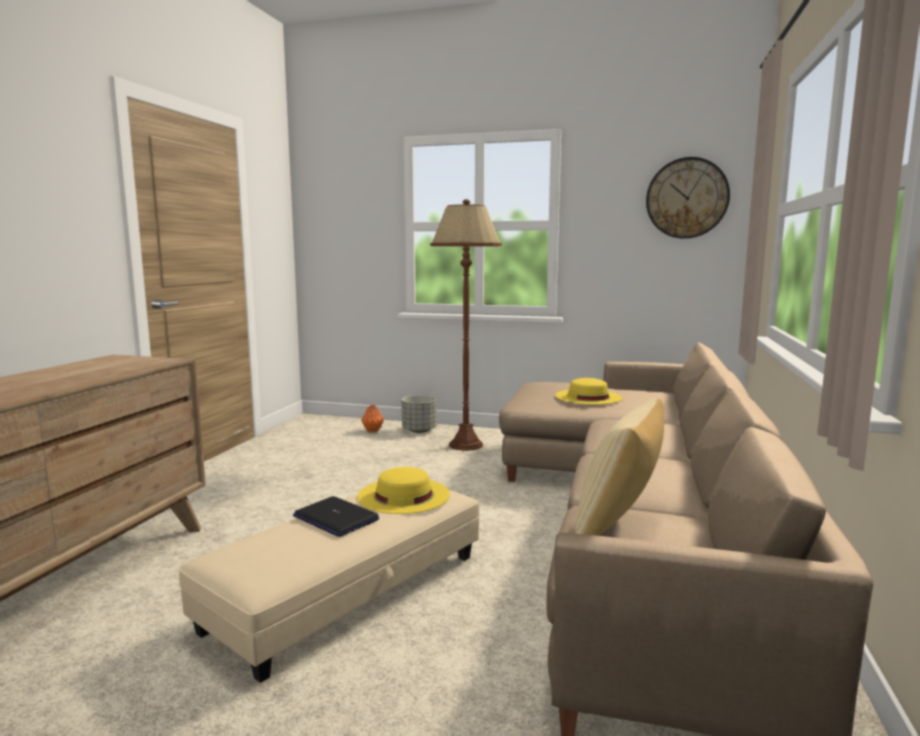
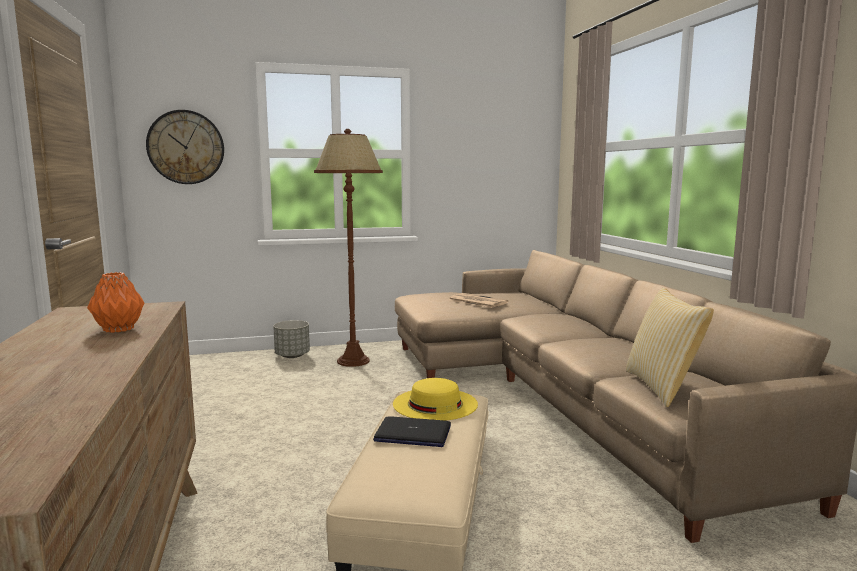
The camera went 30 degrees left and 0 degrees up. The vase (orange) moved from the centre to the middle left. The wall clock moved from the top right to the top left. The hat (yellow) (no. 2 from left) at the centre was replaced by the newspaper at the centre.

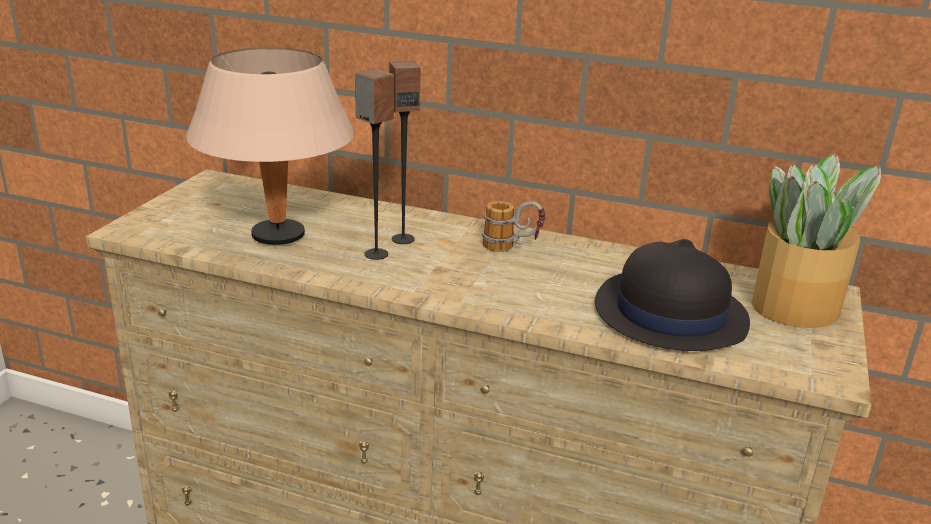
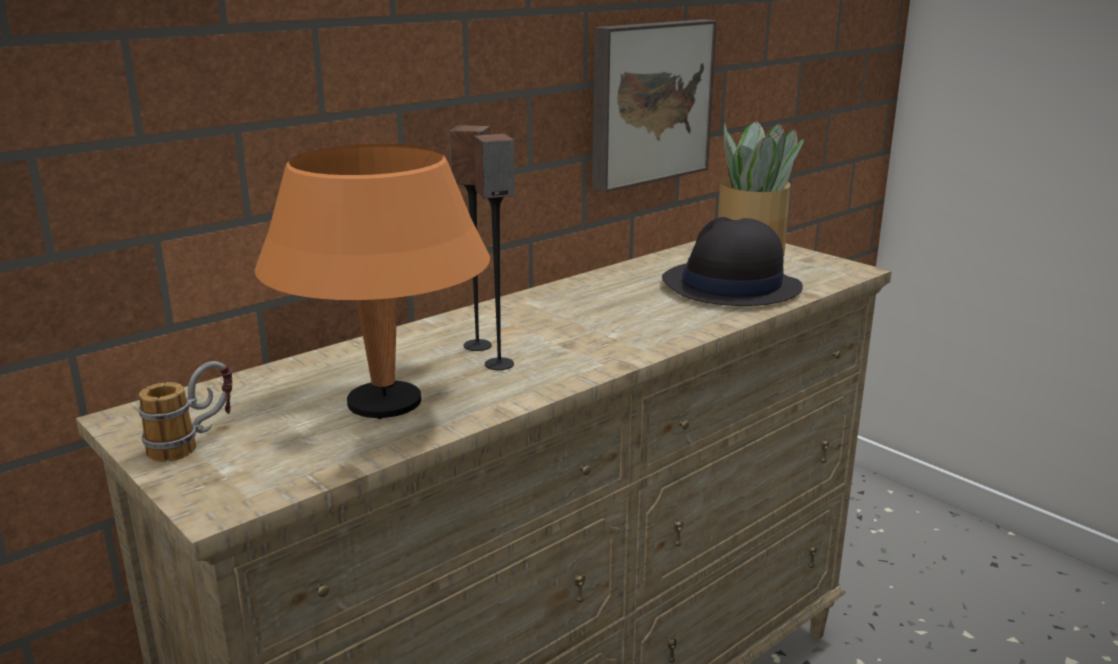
The camera went 60 degrees left and 5 degrees down. The picture at the top centre appeared. The mug moved from the centre to the middle left. The table lamp (beige) at the top left became the table lamp (orange) at the middle left.

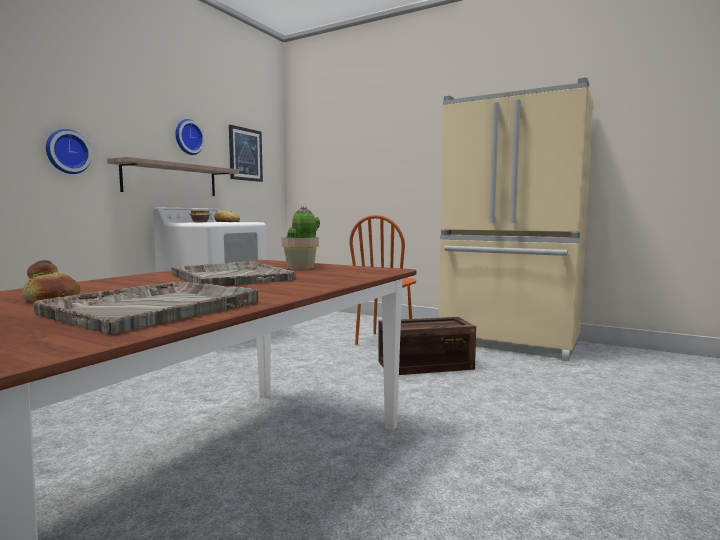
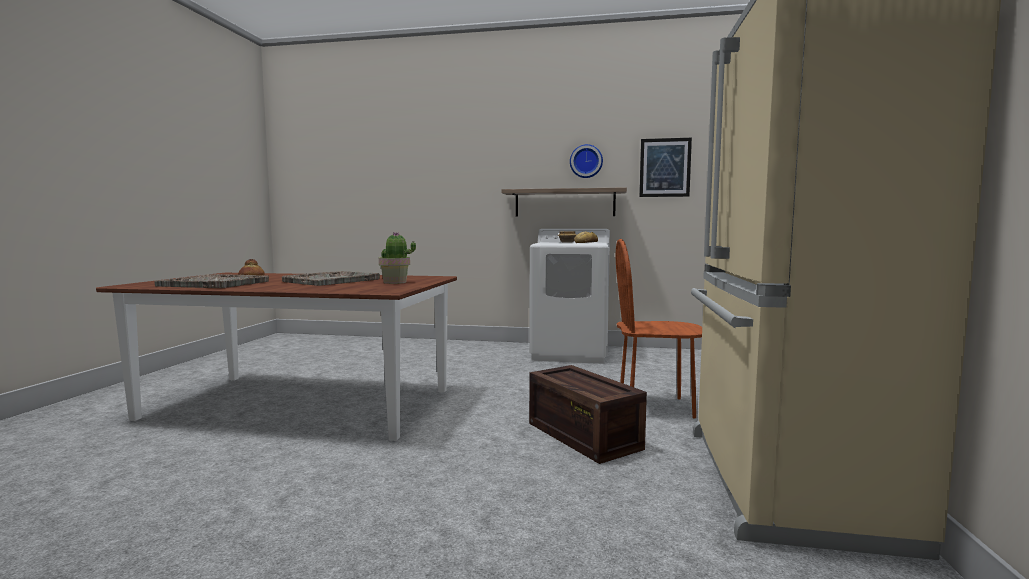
The camera went 70 degrees right and 0 degrees up. The wall clock (no. 1 from left) at the top left disappeared.

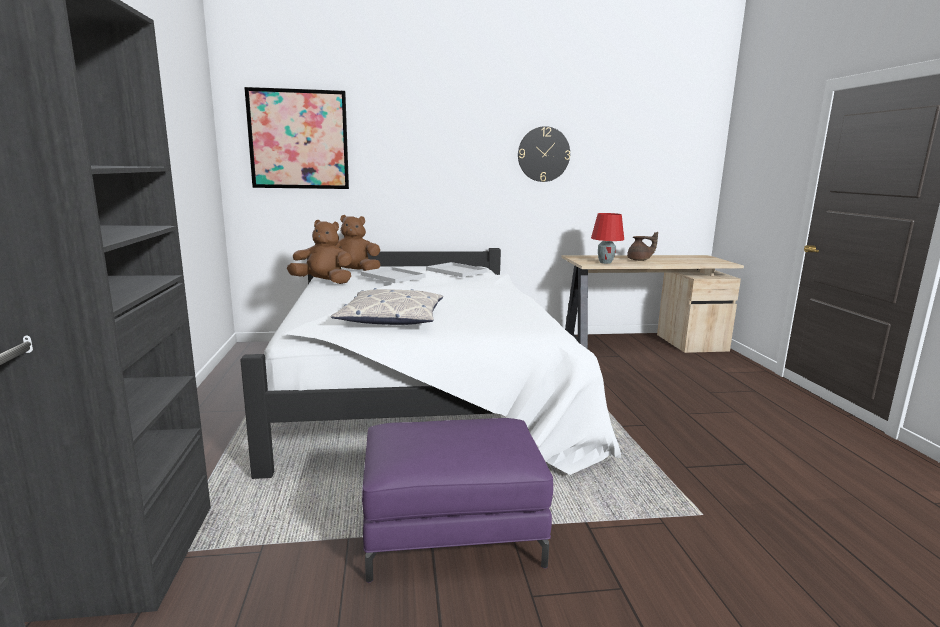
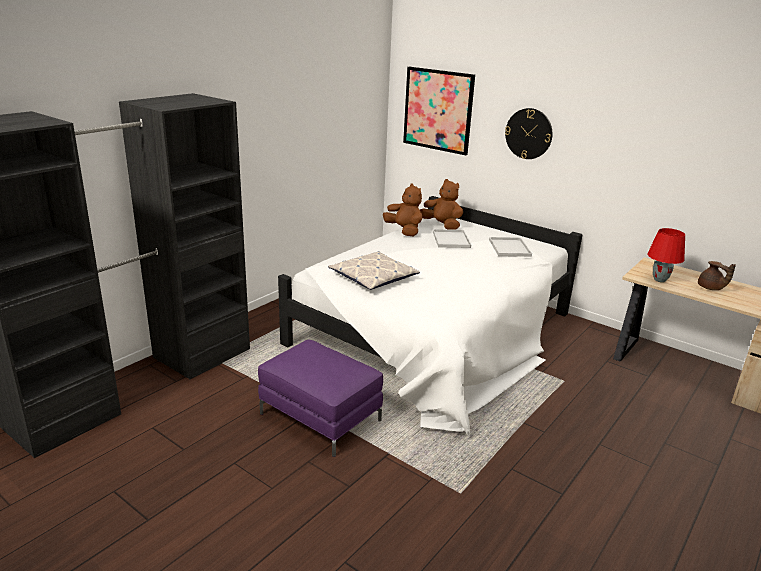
The camera went 45 degrees right and 10 degrees up. The wall clock moved from the top centre to the top right.

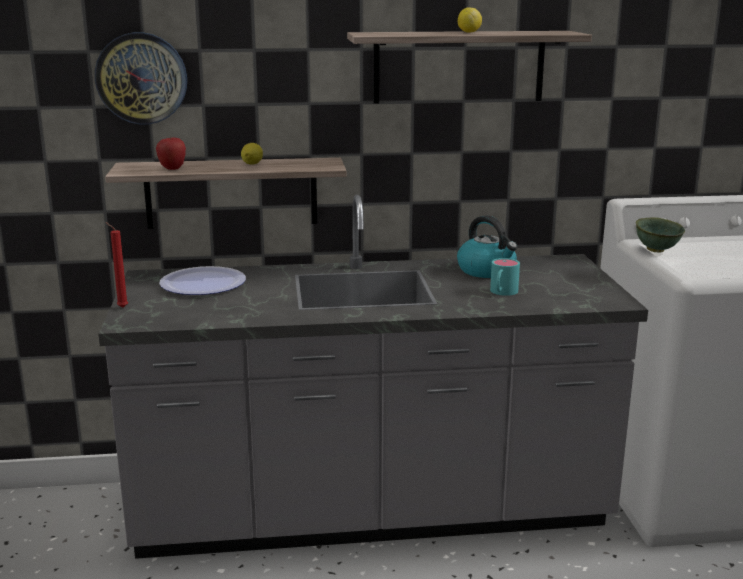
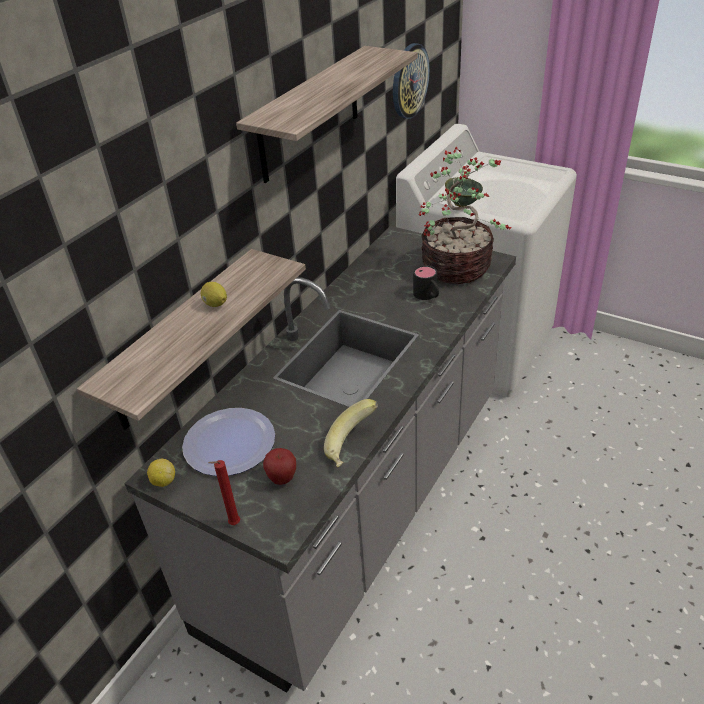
The camera went 50 degrees left and 20 degrees up. The kettle at the centre disappeared. The banana at the centre appeared. The potted plant at the top centre appeared. The wall clock moved from the top left to the top centre. The apple moved from the top left to the centre. The lemon (no. 2 from left in the first image) moved from the top centre to the bottom left. The mug (turquoise) at the middle right became the mug (black) at the centre.

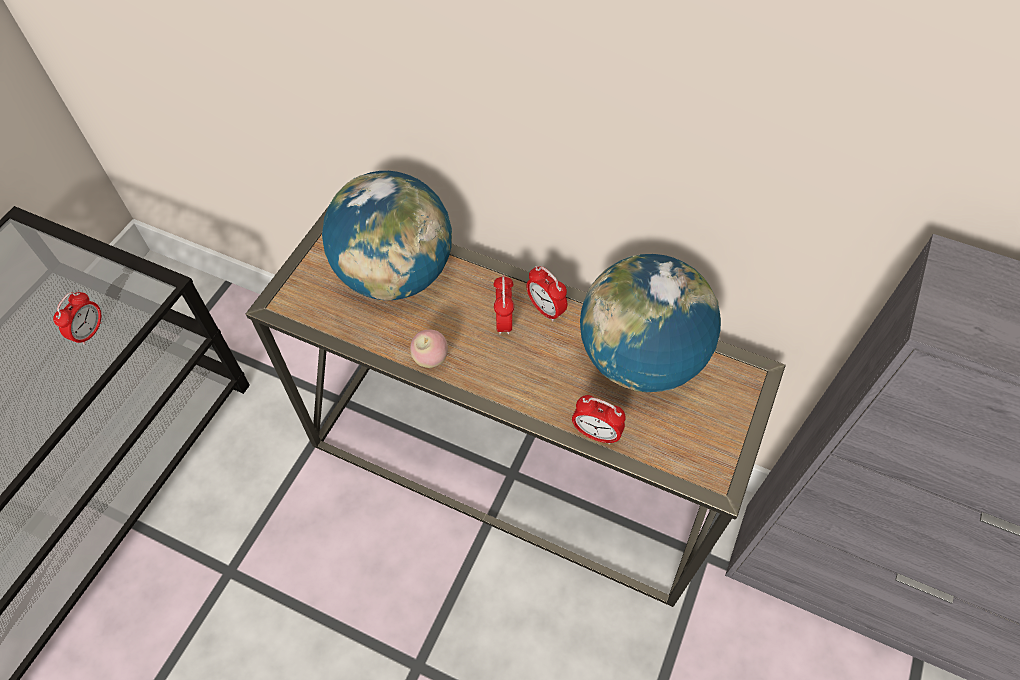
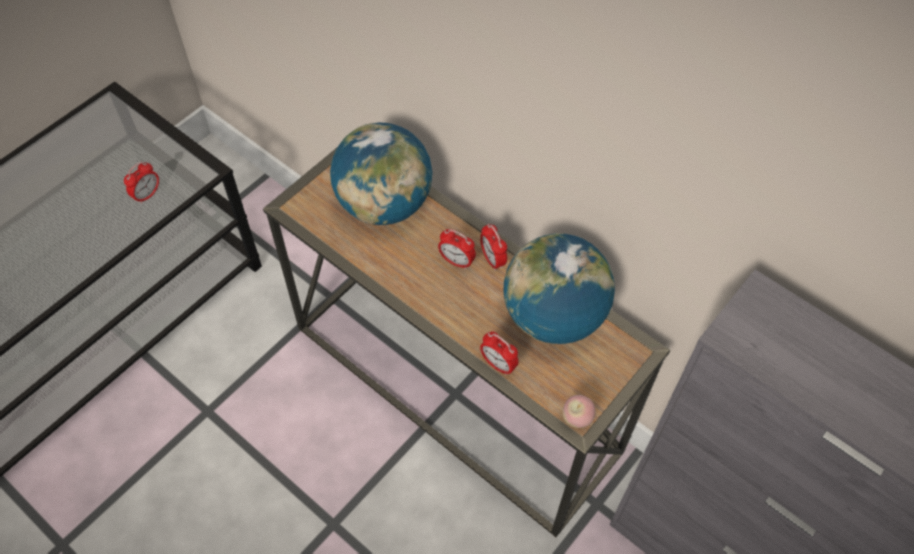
The camera went 15 degrees right and 0 degrees up. The apple moved from the centre to the bottom centre. The alarm clock (no. 2 from left) at the centre turned 75 degrees counterclockwise.

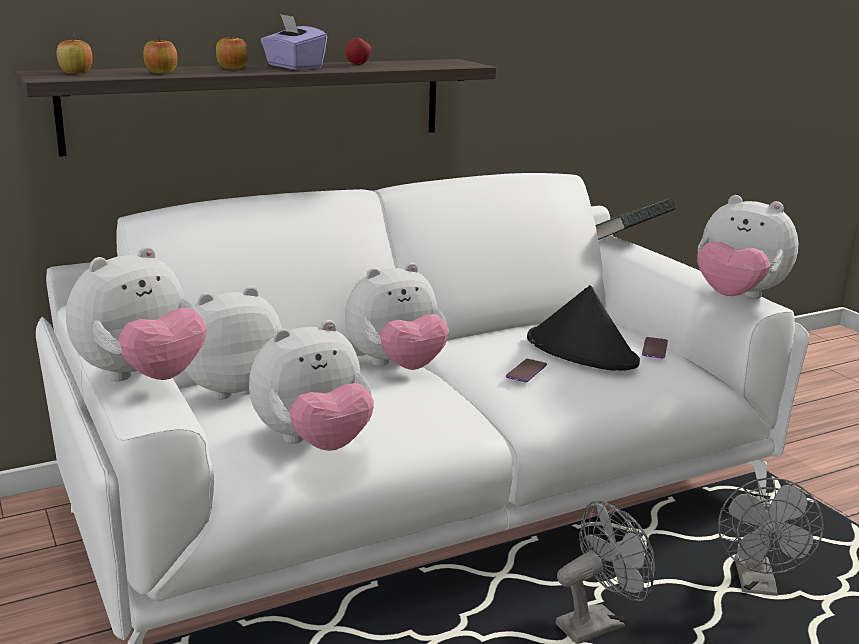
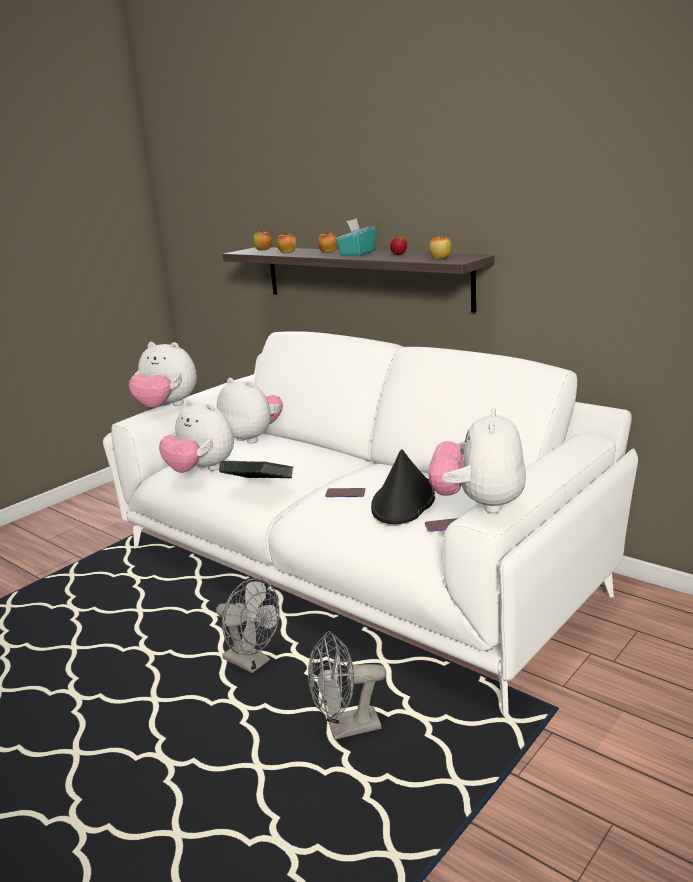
The camera went 70 degrees right and 0 degrees up. The plush toy (no. 4 from left) at the centre disappeared. The apple (no. 5 from left) at the top centre appeared. The book moved from the middle right to the centre. The tissue box (purple) at the top centre became the tissue box (turquoise) at the top centre.

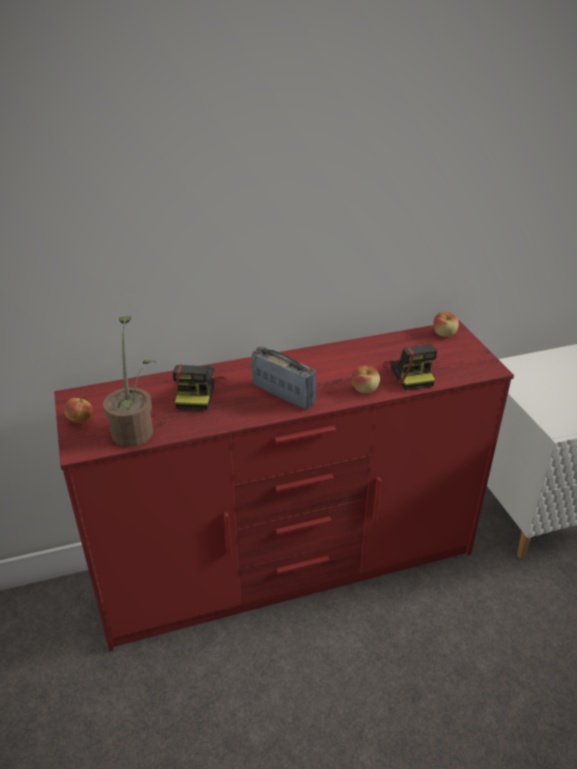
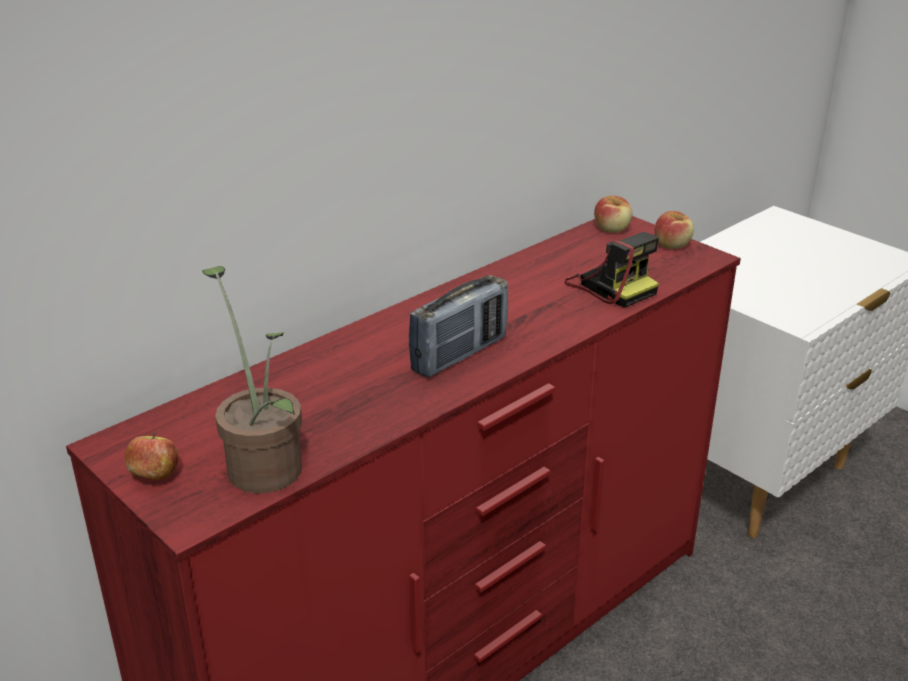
The camera went 25 degrees left and 5 degrees down. The photo camera (no. 1 from left) at the centre disappeared. The apple (no. 2 from left in the first image) moved from the centre to the middle right. The radio at the centre turned 120 degrees clockwise.

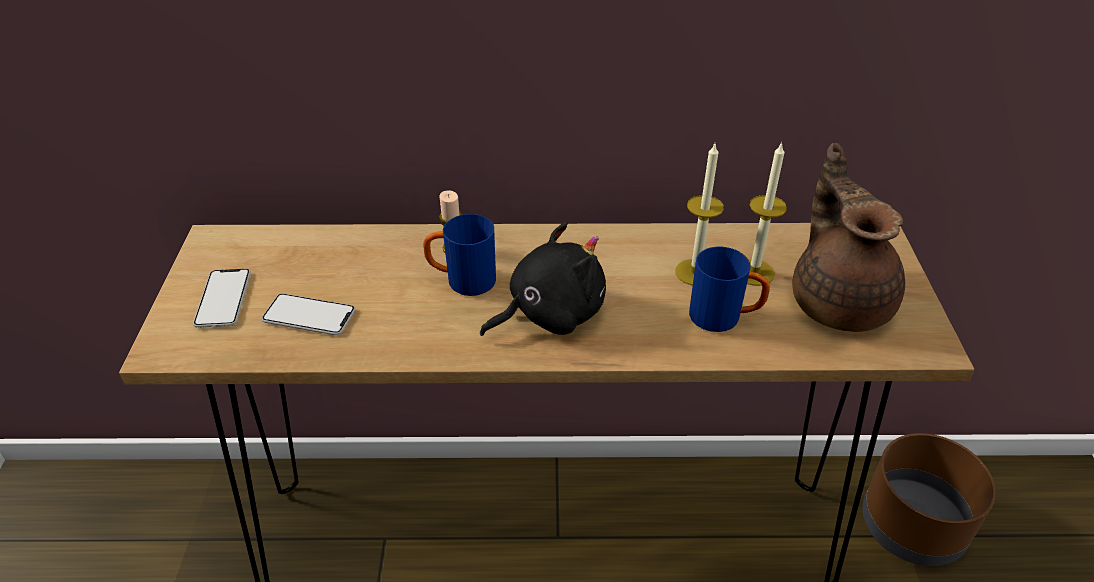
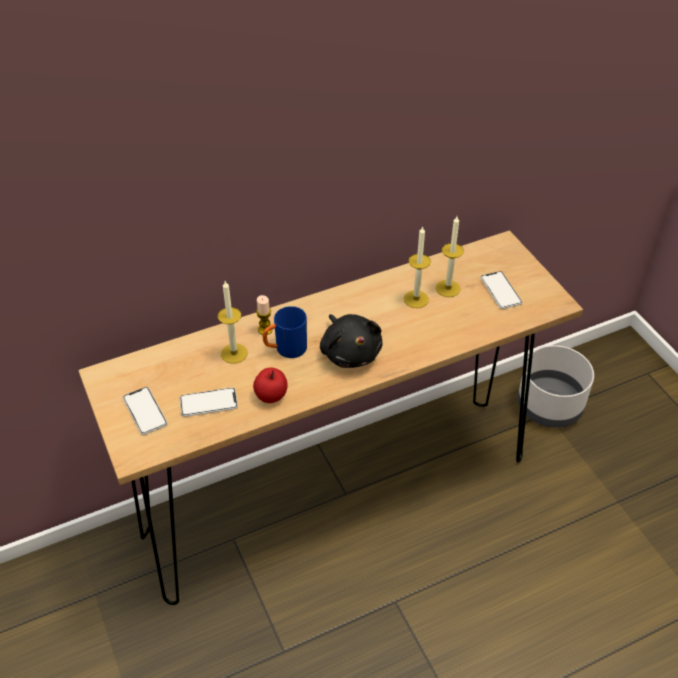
The camera went 25 degrees left and 5 degrees up. The mug (blue) (no. 2 from left) at the centre disappeared. The candle (no. 1 from left) at the centre appeared. The apple at the centre appeared. The teapot (brown) at the middle right was replaced by the phone (no. 3 from left) at the middle right. The planter (brown) at the bottom right became the planter (grey) at the middle right. The plush toy (black) at the centre turned 120 degrees clockwise.

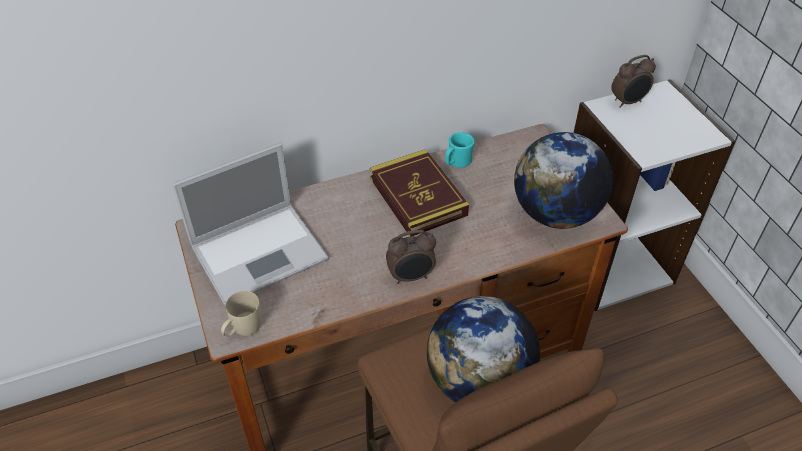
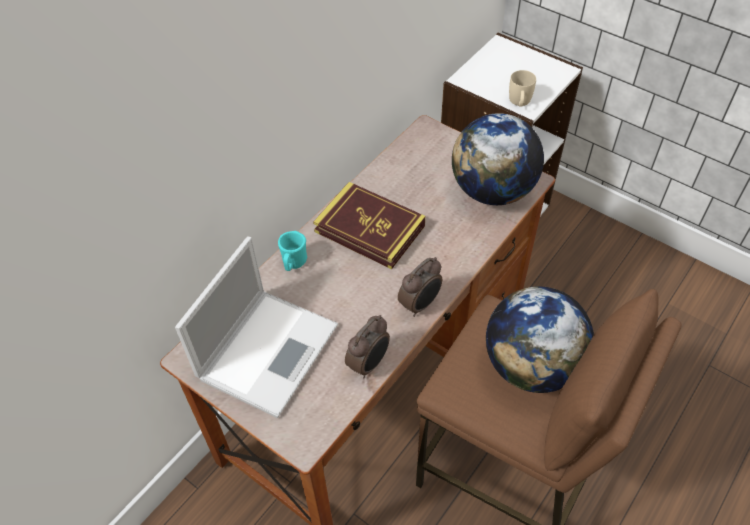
The camera went 30 degrees left and 5 degrees up. The mug (beige) moved from the bottom left to the top right. The mug (turquoise) moved from the top centre to the centre. The alarm clock (no. 2 from left in the first image) moved from the top right to the centre.

